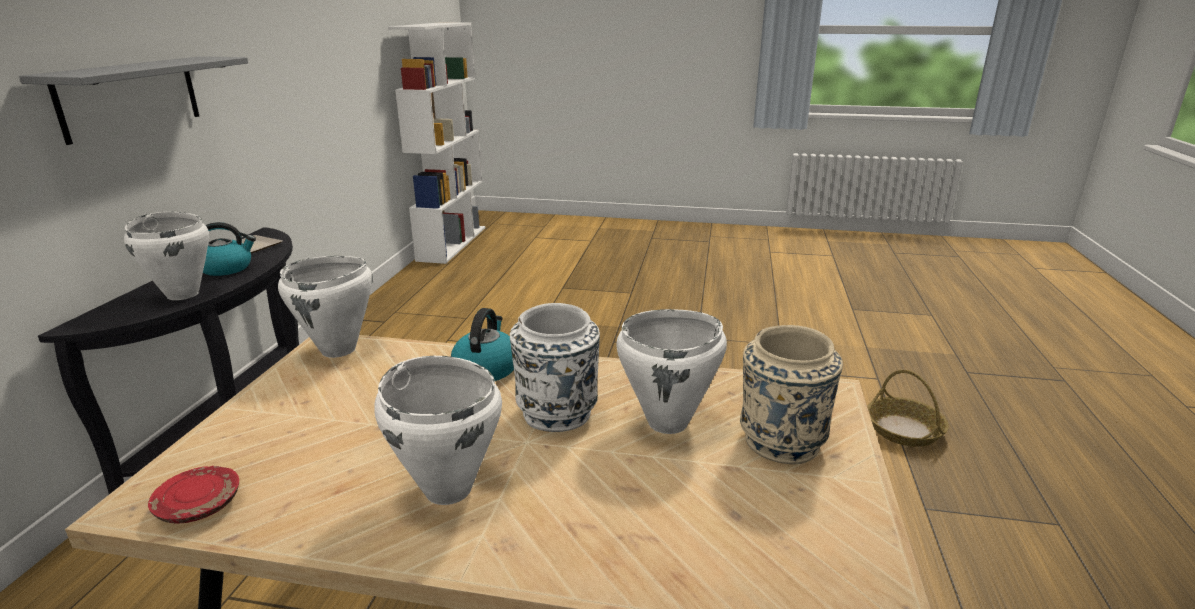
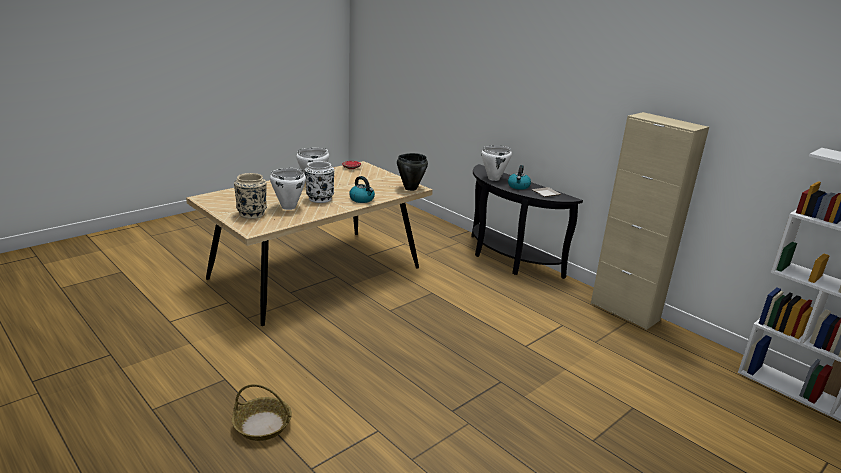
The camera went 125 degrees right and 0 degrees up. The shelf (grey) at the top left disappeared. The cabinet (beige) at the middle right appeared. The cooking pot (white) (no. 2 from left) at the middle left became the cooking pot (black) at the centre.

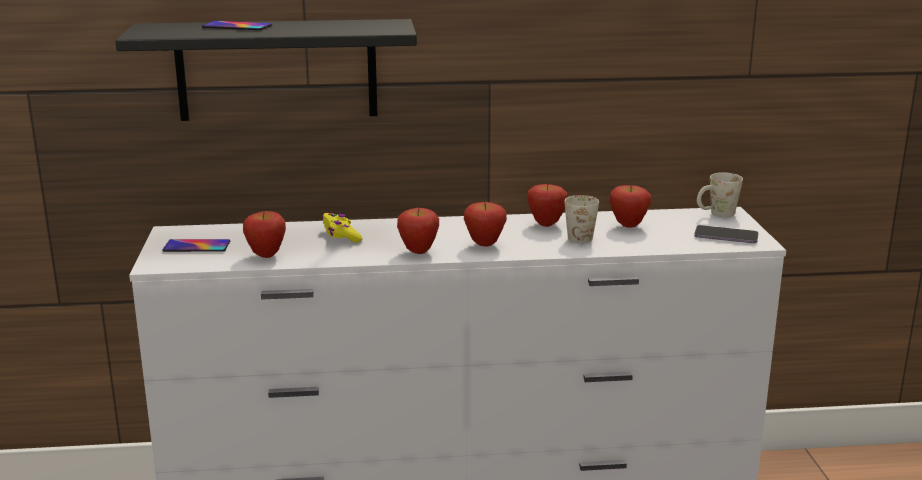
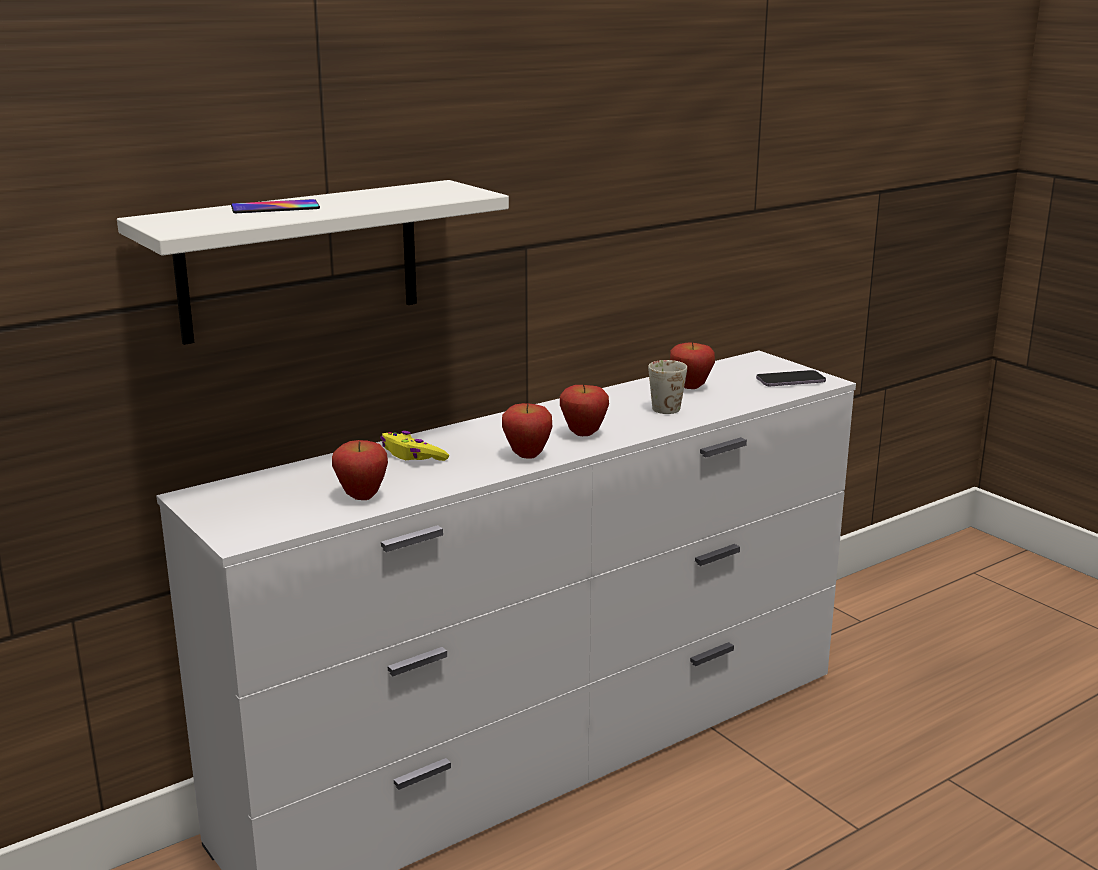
The camera went 30 degrees left and 0 degrees up. The phone (no. 1 from left) at the middle left disappeared. The apple (no. 4 from left) at the centre disappeared. The mug (white) (no. 2 from left) at the middle right disappeared. The shelf (black) at the top left became the shelf (white) at the top left.

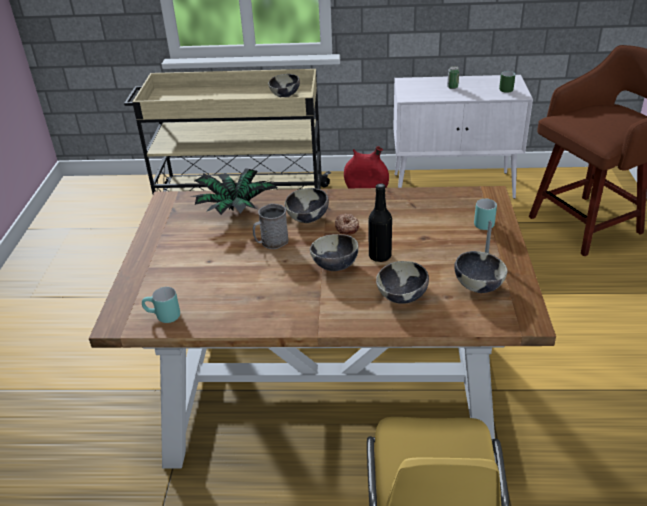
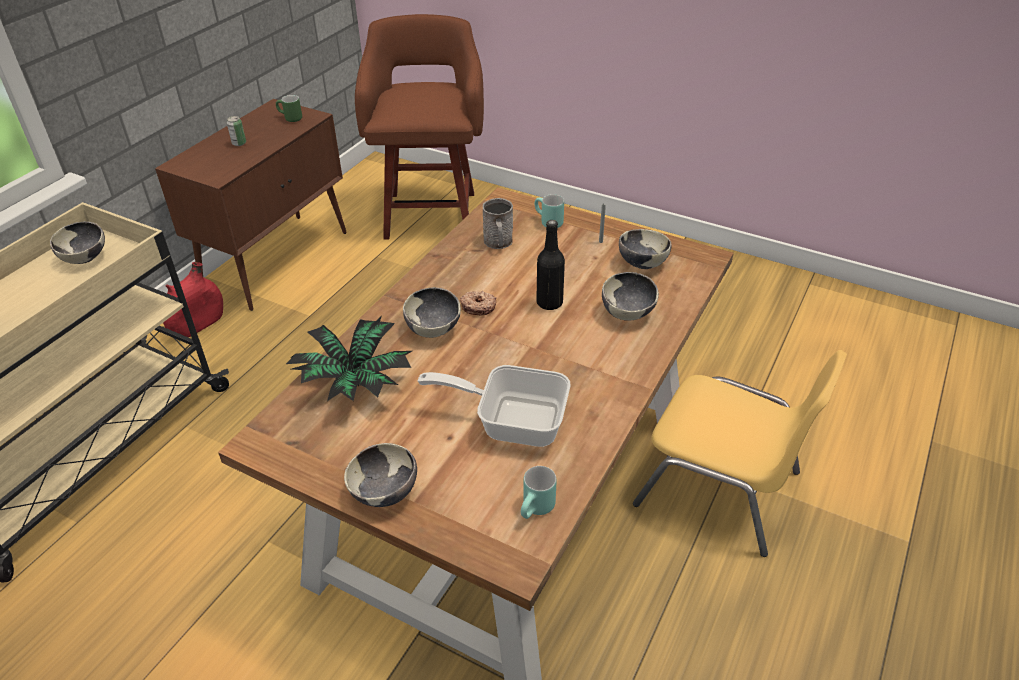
The camera went 65 degrees left and 5 degrees up. The frying pan at the centre appeared. The mug (grey) moved from the centre to the top centre. The bowl (no. 3 from left in the first image) moved from the centre to the bottom centre. The cabinet (white) at the top right became the cabinet (brown) at the top left.

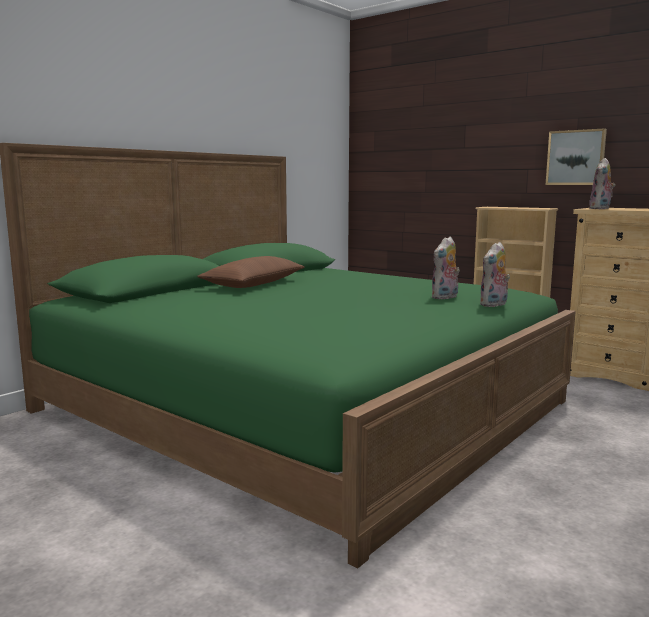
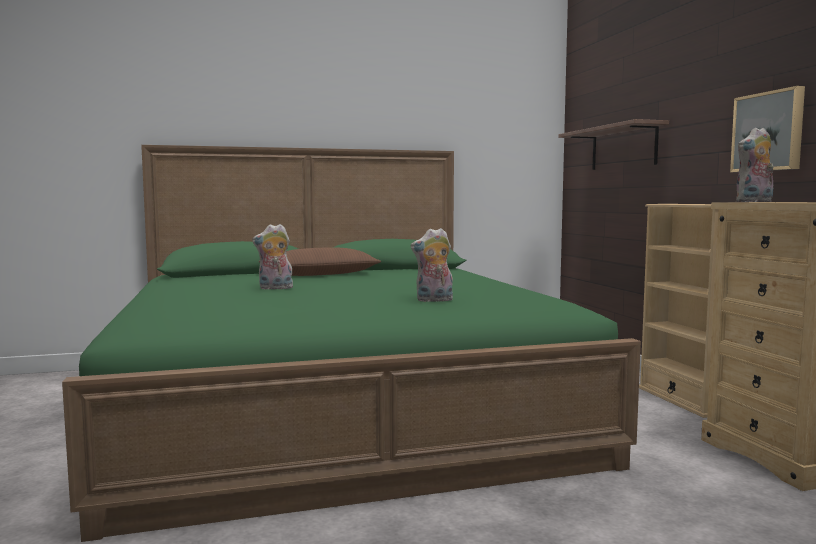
The camera went 35 degrees right and 5 degrees down. The shelf at the top right appeared. The plush toy (no. 2 from left in the first image) moved from the middle right to the centre.

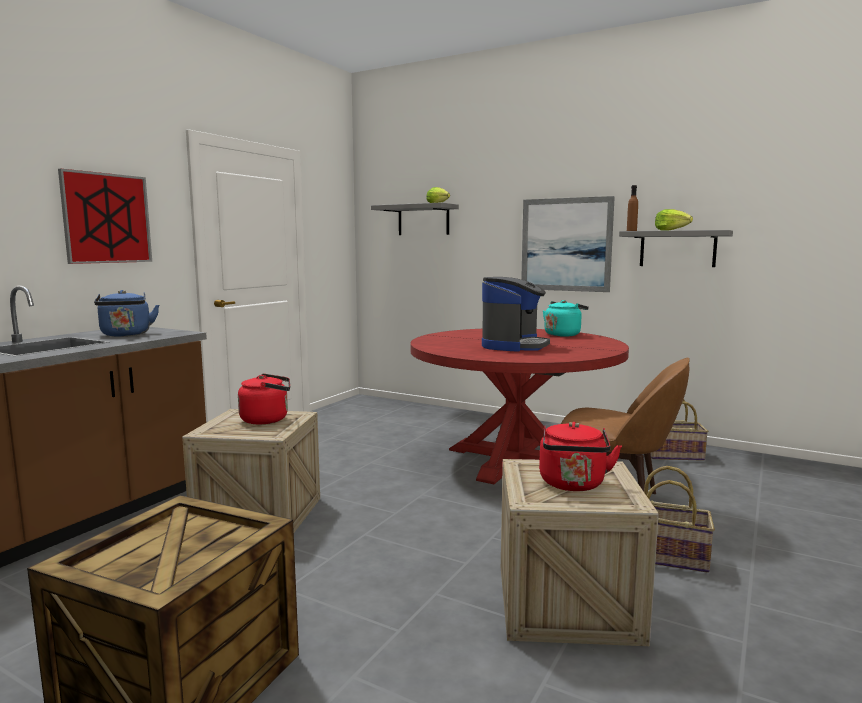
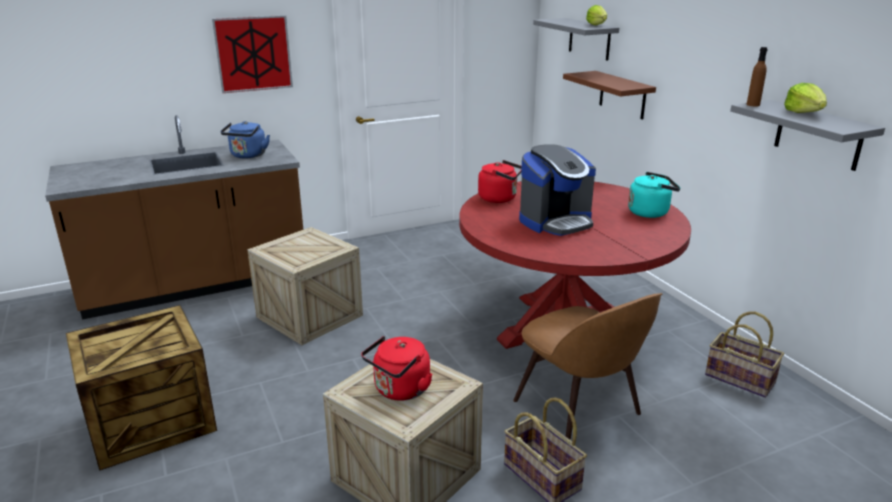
The camera went 35 degrees right and 15 degrees up. The picture (no. 2 from left) at the centre disappeared. The shelf (brown) at the top right appeared. The kettle (red) (no. 1 from left in the first image) moved from the middle left to the centre.

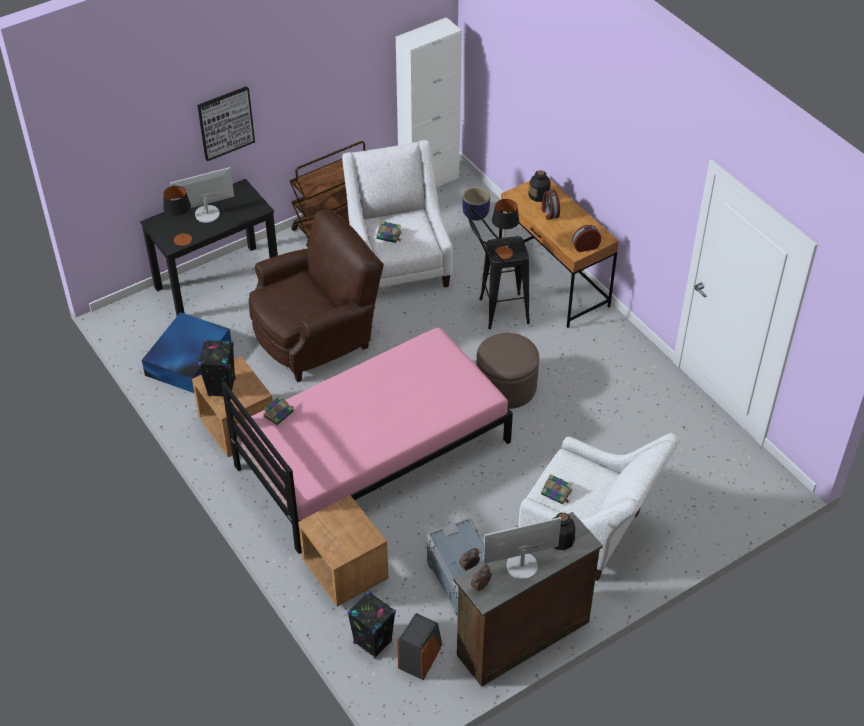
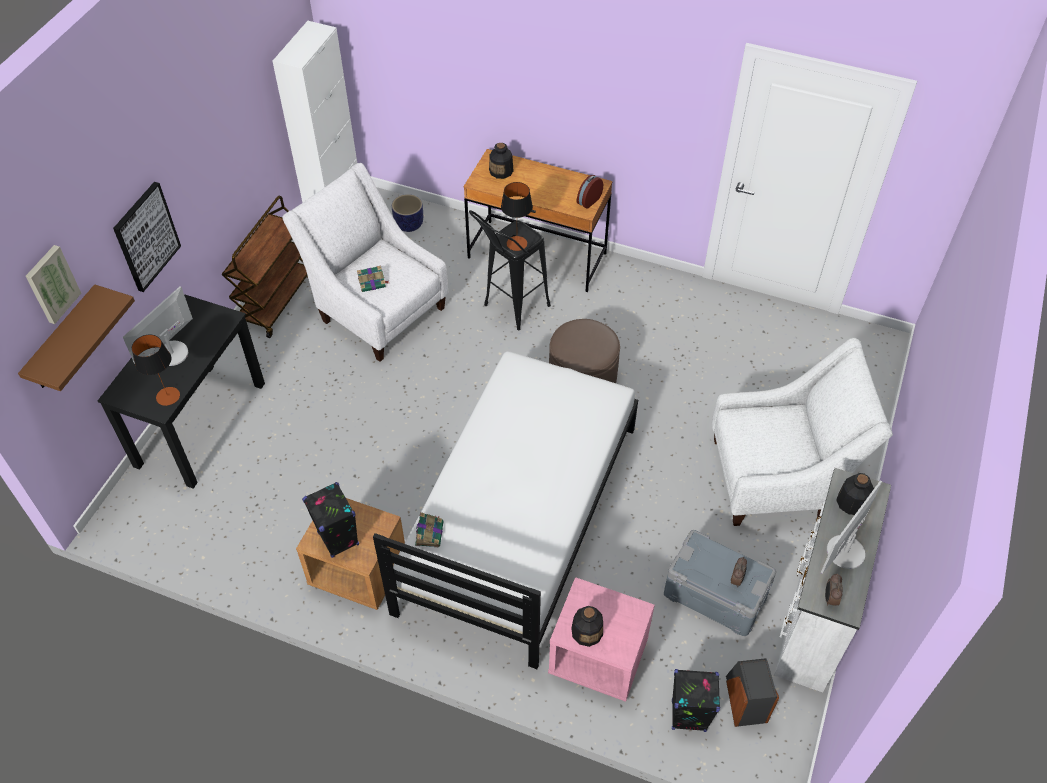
The camera went 35 degrees left and 5 degrees up. The storage box (blue) at the middle left disappeared. The armchair (brown) at the centre disappeared. The book (no. 3 from left) at the bottom centre disappeared. The alarm clock (no. 3 from left) at the top centre disappeared. The shelf (brown) at the middle left appeared. The picture (no. 1 from left) at the middle left appeared. The bottle (no. 2 from left) at the bottom centre appeared. The bed (pink) at the centre became the bed (white) at the centre. The nightstand (brown) (no. 2 from left) at the bottom centre became the nightstand (pink) at the bottom centre. The dresser (brown) at the bottom centre became the dresser (white) at the bottom right.

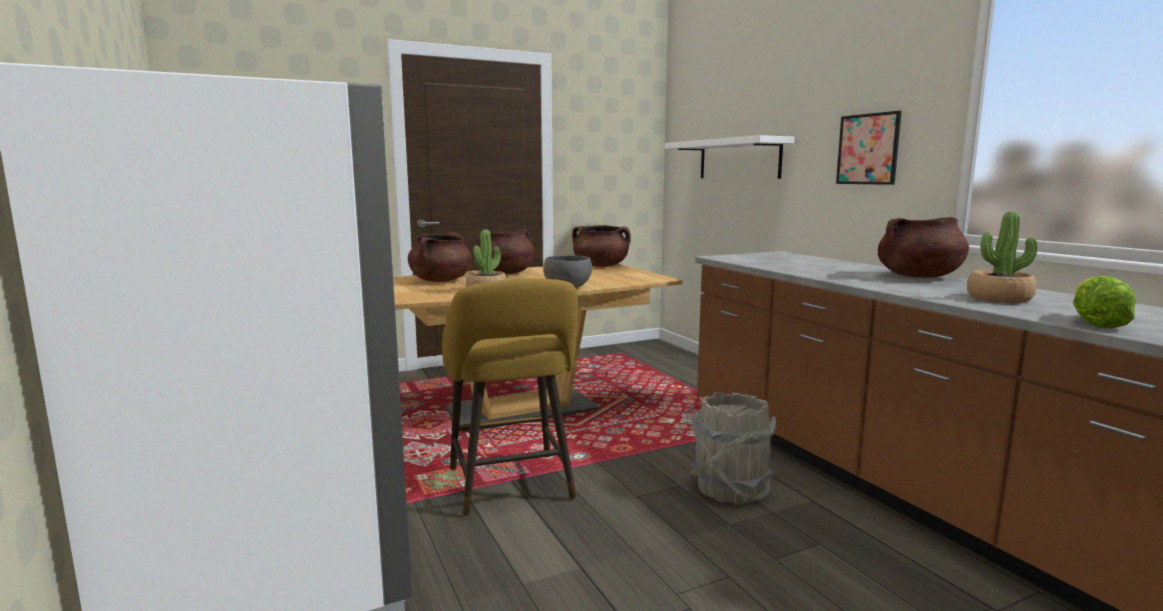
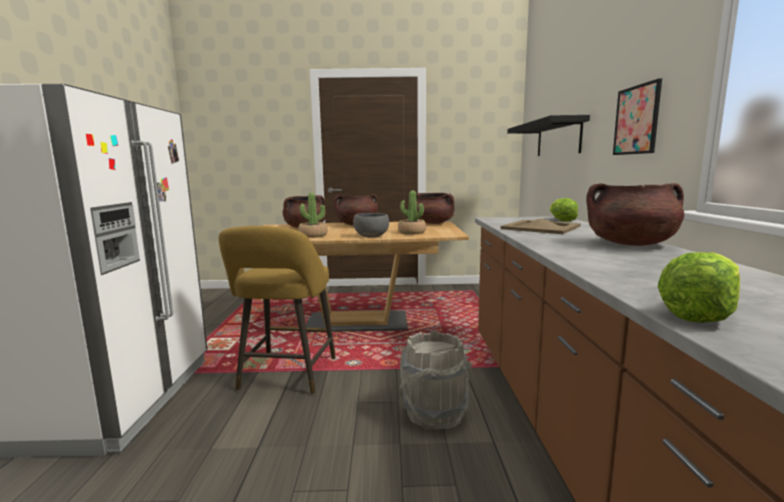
The camera went 25 degrees right and 0 degrees up. The tray (beige) at the middle right appeared. The lettuce (no. 1 from left) at the middle right appeared. The potted plant (no. 2 from left) moved from the middle right to the centre. The shelf (white) at the top centre became the shelf (black) at the top right.

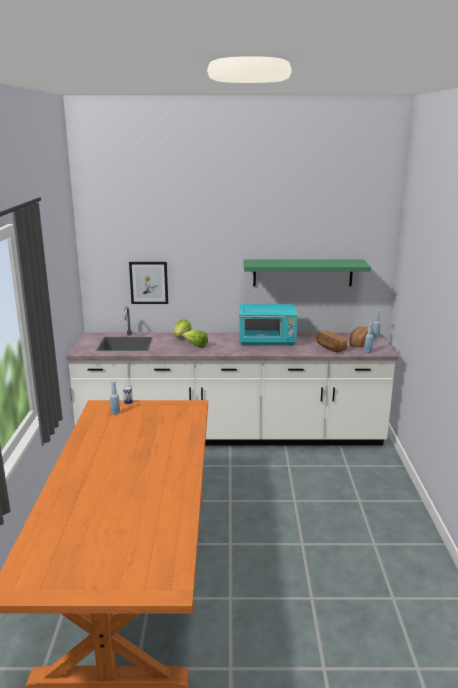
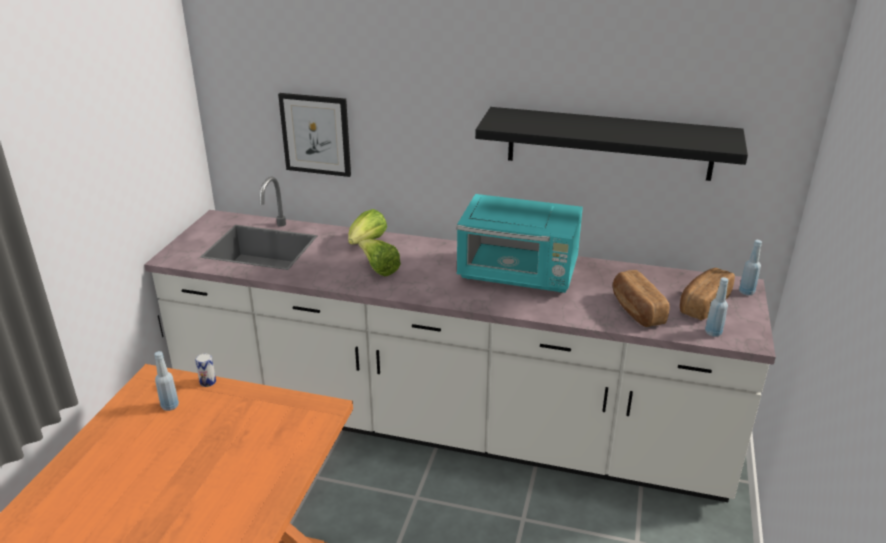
The camera went 15 degrees right and 10 degrees up. The shelf (green) at the middle right became the shelf (black) at the top right.

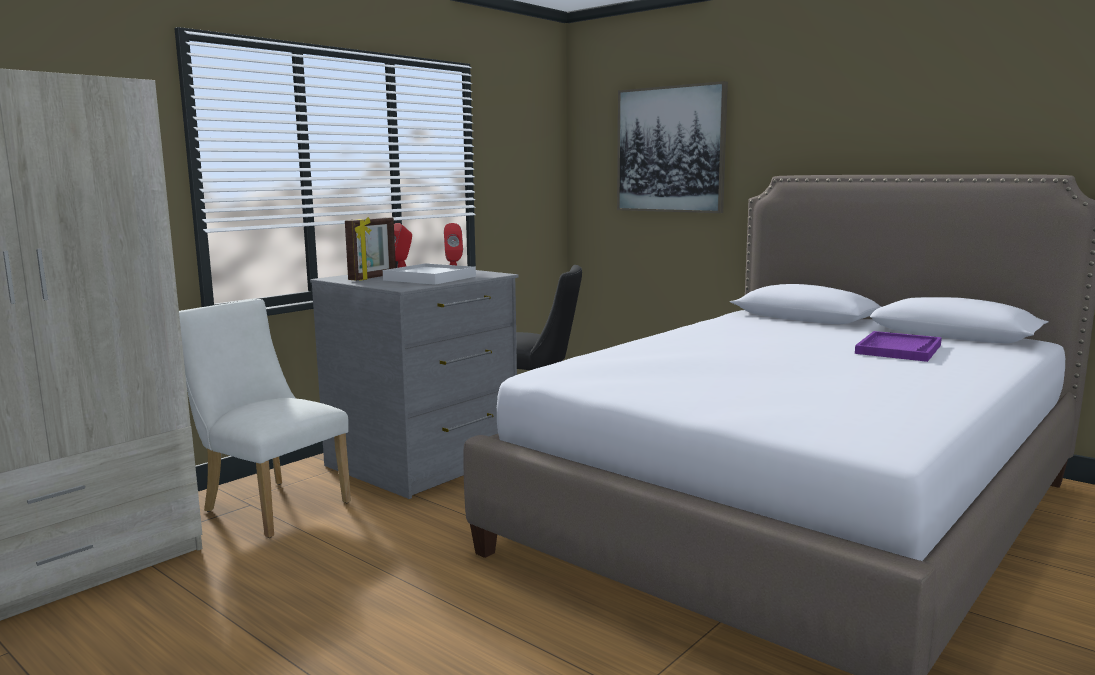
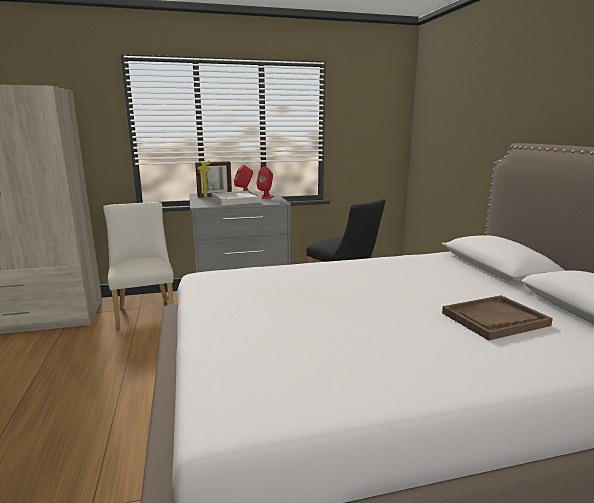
The camera went 35 degrees right and 5 degrees up. The picture at the top centre disappeared. The tray (purple) at the middle right became the tray (brown) at the middle right.

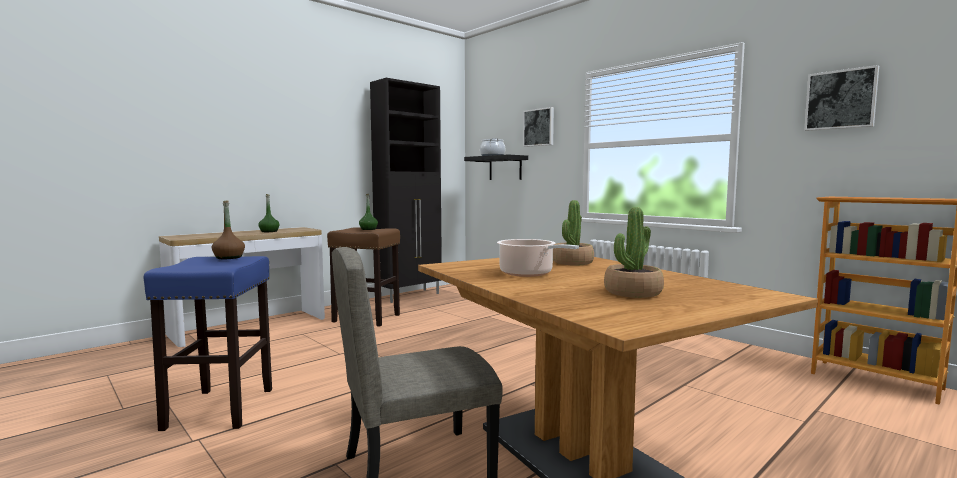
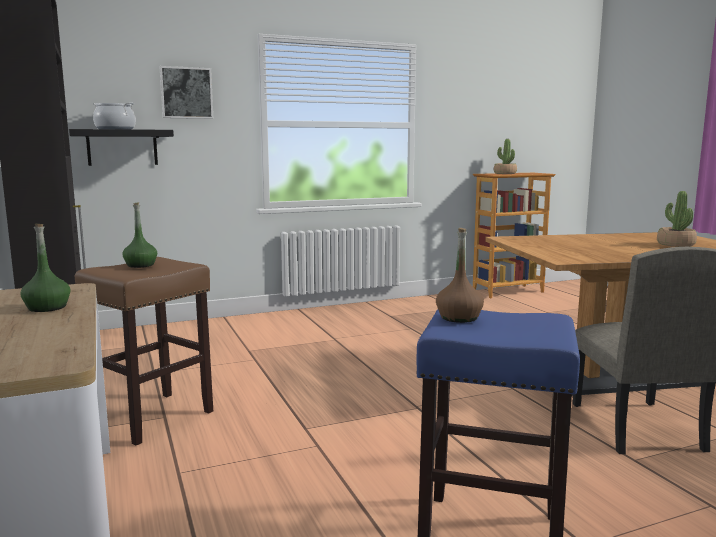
The camera went 70 degrees left and 5 degrees up. The cooking pot (no. 2 from left) at the centre disappeared. The picture (no. 2 from left) at the top right disappeared. The potted plant (no. 1 from left) moved from the centre to the top right.

